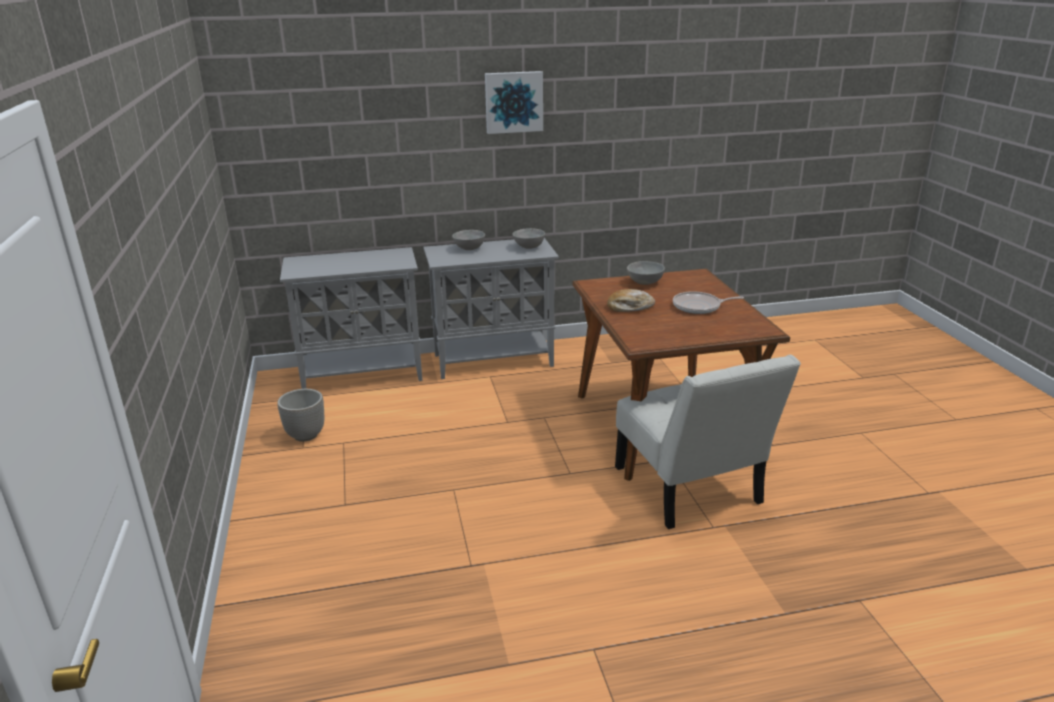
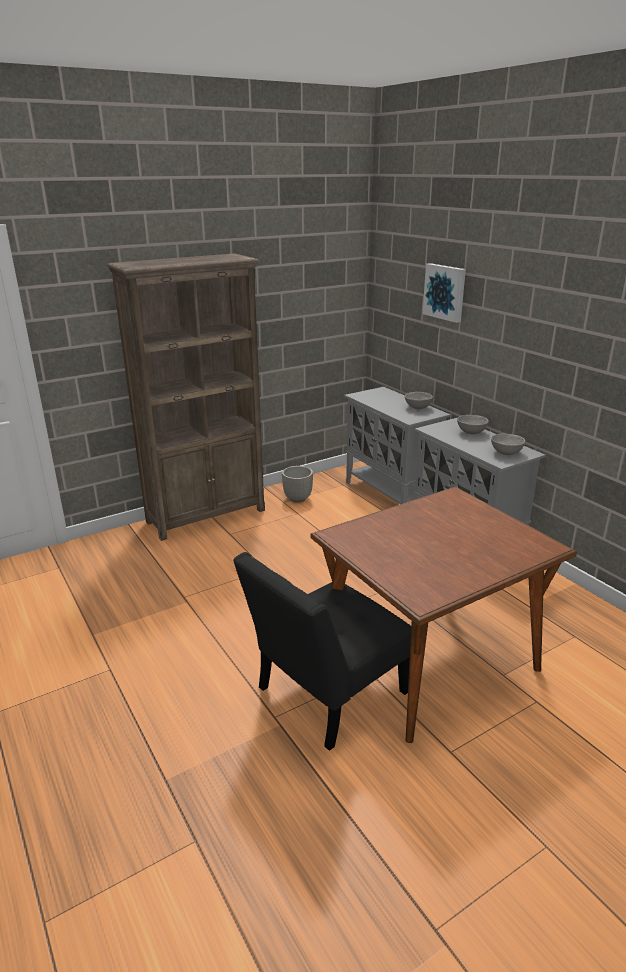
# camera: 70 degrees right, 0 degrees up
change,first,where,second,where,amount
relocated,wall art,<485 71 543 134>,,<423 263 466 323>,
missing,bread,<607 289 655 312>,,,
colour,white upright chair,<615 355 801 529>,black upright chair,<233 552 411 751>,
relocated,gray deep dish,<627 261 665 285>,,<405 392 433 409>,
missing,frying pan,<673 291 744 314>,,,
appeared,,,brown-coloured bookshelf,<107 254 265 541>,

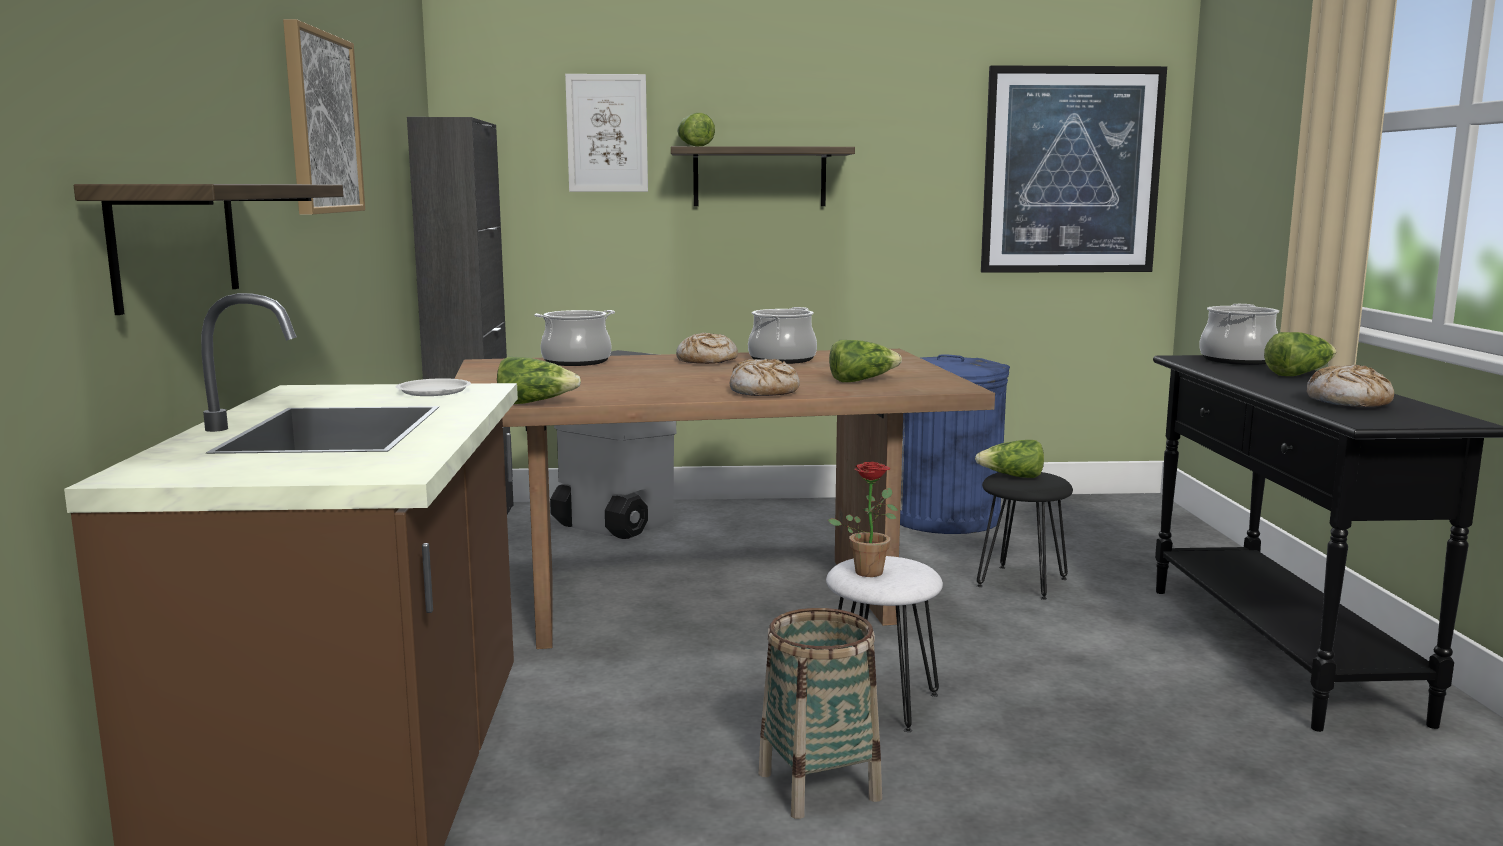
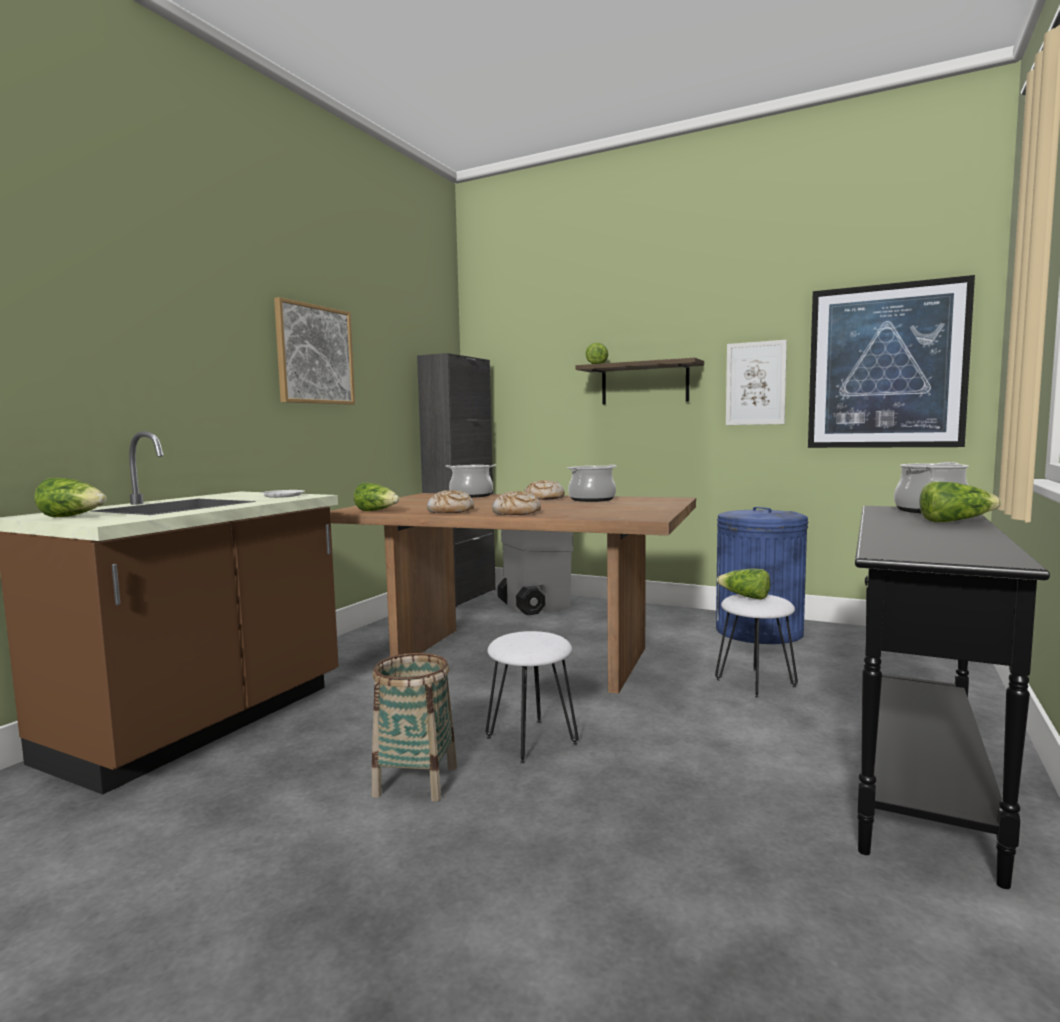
# camera: 30 degrees right, 5 degrees down
change,first,where,second,where,amount
missing,bracket shelf,<74 184 343 315>,,,
relocated,wall art,<565 74 648 192>,,<726 340 787 425>,
missing,plant in a pot,<828 462 899 577>,,,
relocated,head of lettuce,<829 340 902 382>,,<34 478 107 517>,
colour,black sitting stool,<977 472 1073 600>,white sitting stool,<715 594 798 698>,
relocated,bread,<1307 365 1394 407>,,<427 490 474 513>,

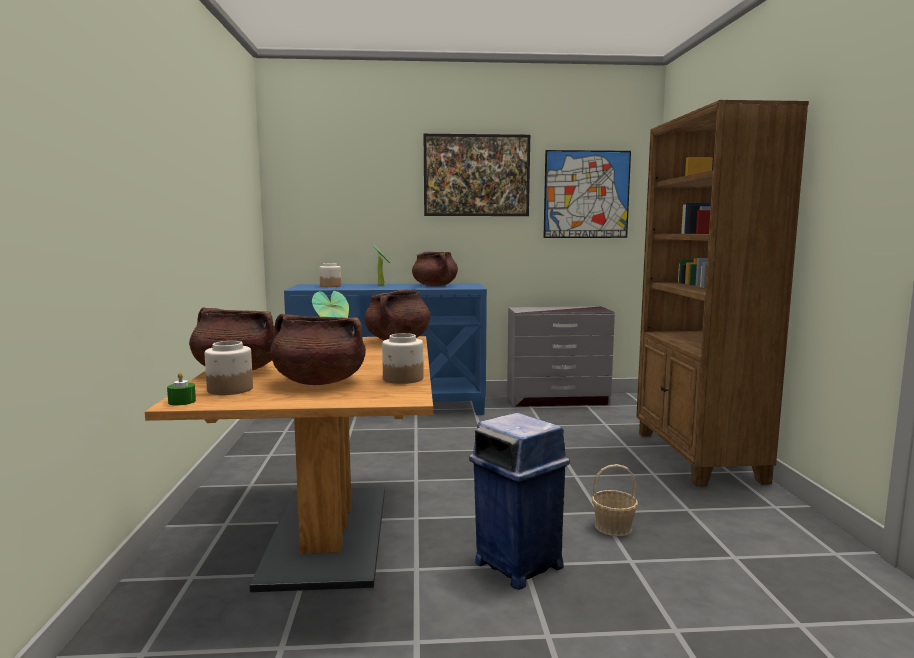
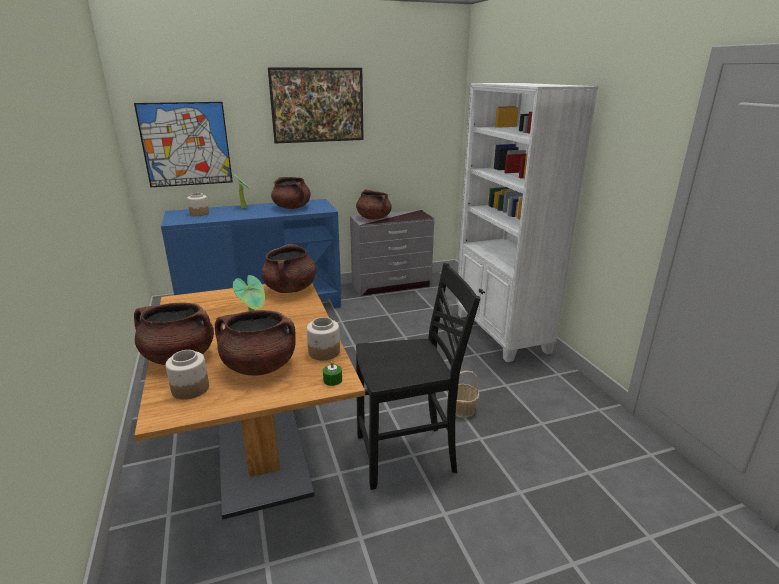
# camera: 15 degrees left, 15 degrees up
change,first,where,second,where,amount
relocated,green-coloured wax light,<167 372 196 406>,,<323 361 342 386>,
exchanged,bluish waste bin,<469 413 570 590>,black upright chair,<356 263 480 490>,
relocated,wall art,<543 150 631 238>,,<134 102 233 187>,
colour,brown-coloured bookshelf,<636 100 809 486>,white bookshelf,<456 83 598 362>,
appeared,,,brown-coloured saucepot,<356 190 392 219>,

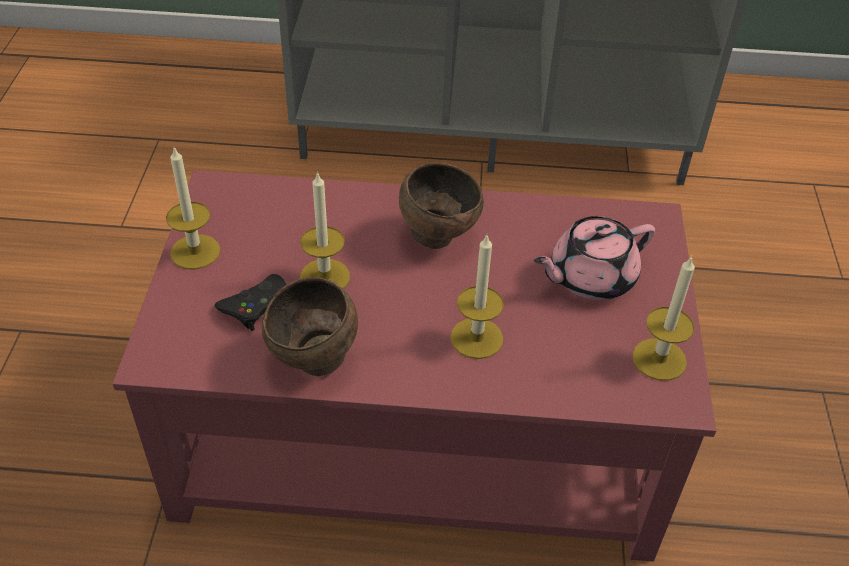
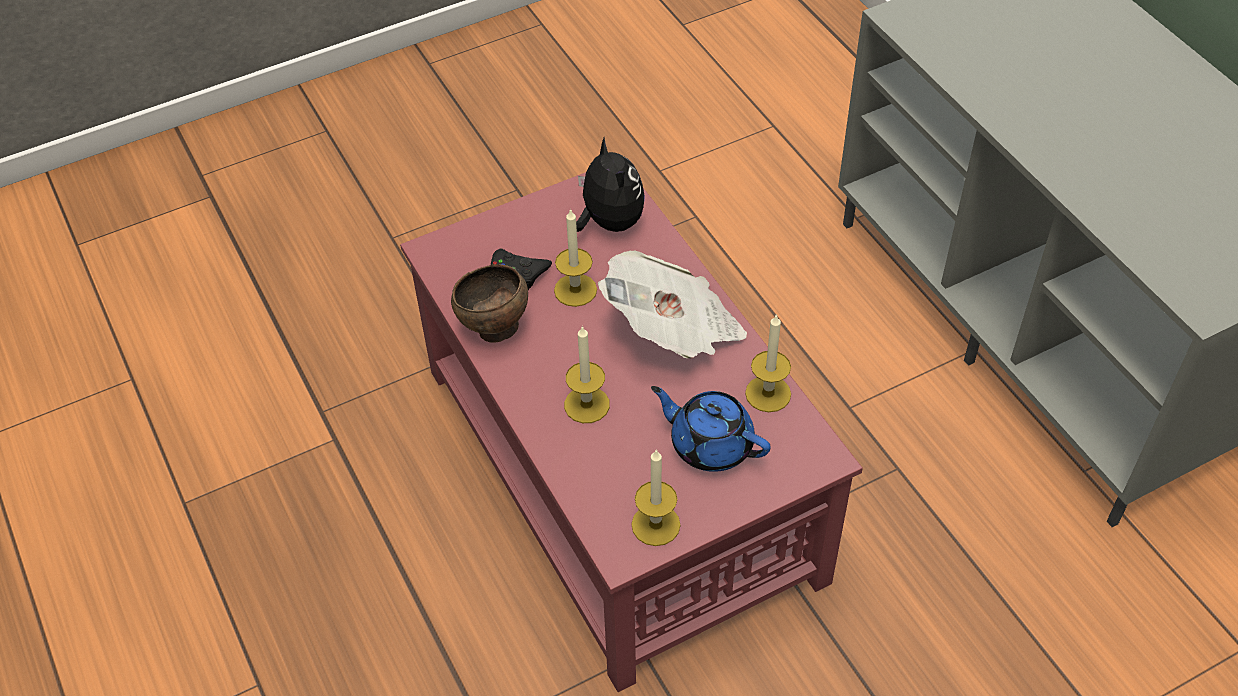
# camera: 60 degrees right, 5 degrees up
change,first,where,second,where,amount
relocated,wax light,<166 147 220 269>,,<745 314 791 412>,
exchanged,brown-coloured deep dish,<399 162 484 249>,daily paper,<598 250 747 359>,
colour,pink pot for tea,<534 216 655 300>,bluish pot for tea,<651 386 771 472>,
appeared,,,plush toy,<576 137 645 232>,

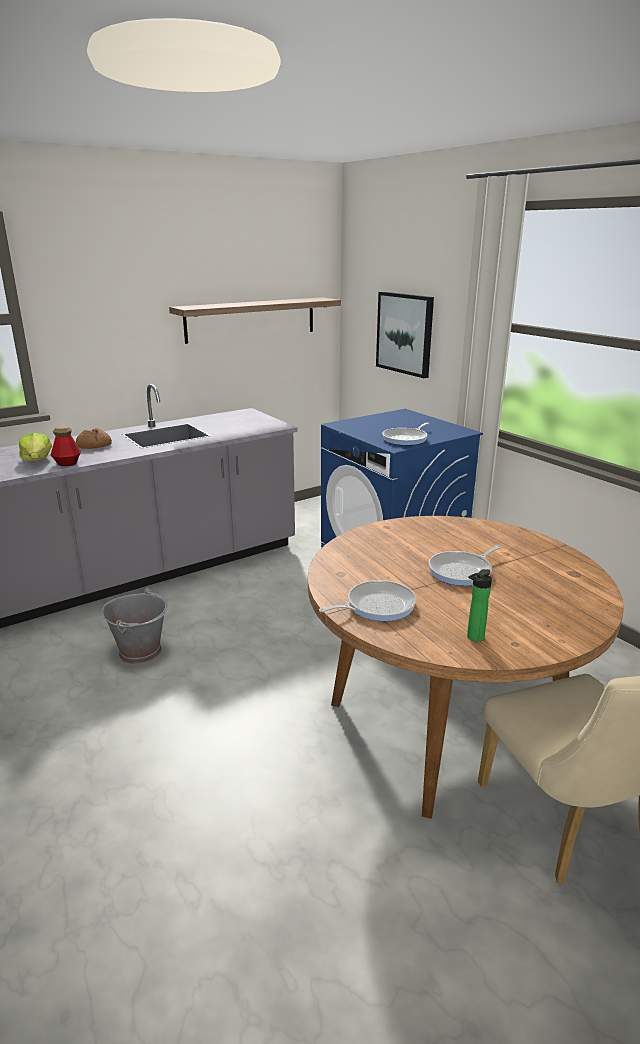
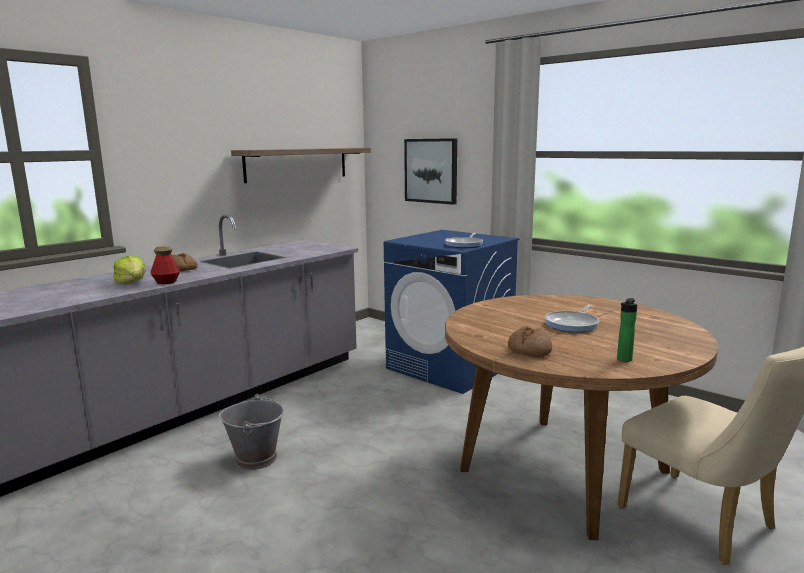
# camera: 15 degrees left, 10 degrees down
change,first,where,second,where,amount
exchanged,frying pan,<319 580 416 621>,bread,<508 326 552 357>,

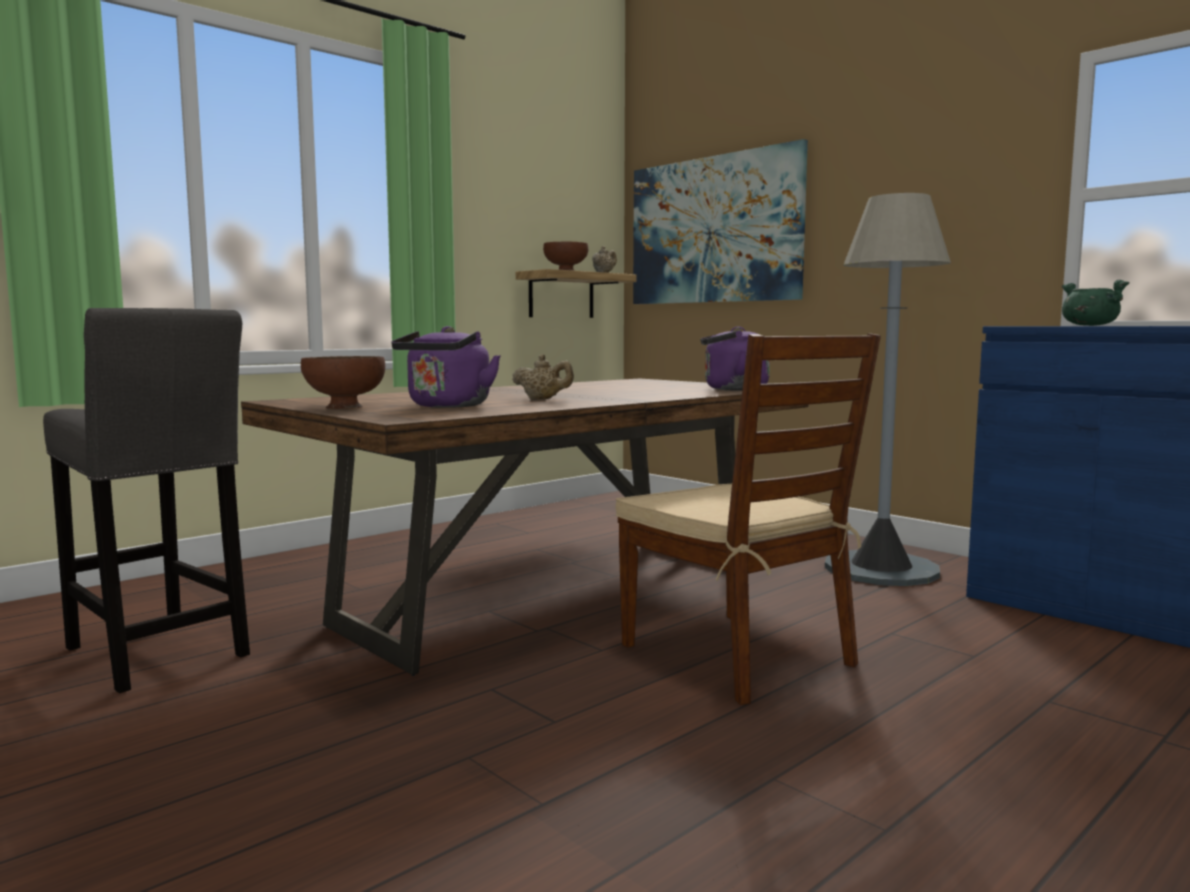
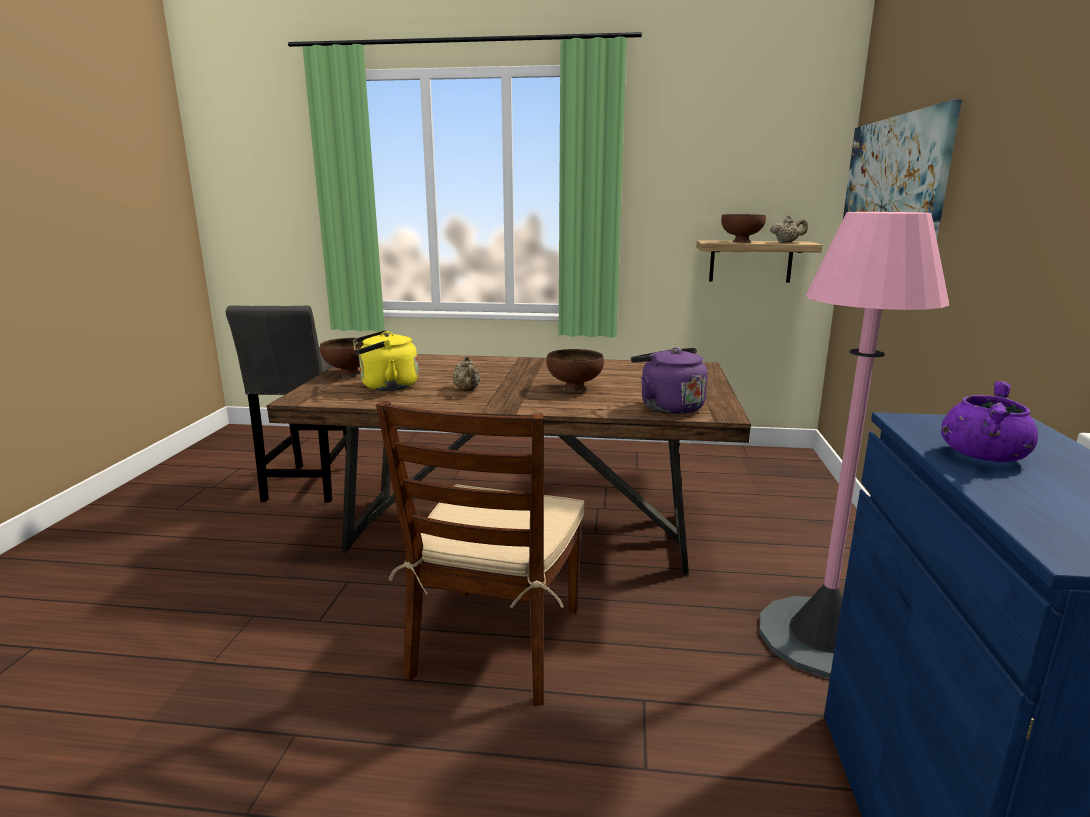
# camera: 50 degrees right, 10 degrees up
change,first,where,second,where,amount
colour,purple-coloured kettle,<392 326 500 408>,yellow-coloured kettle,<353 330 419 391>,
colour,gray standard lamp,<825 193 951 586>,pink standard lamp,<759 212 949 679>,
colour,green-coloured saucepot,<1062 279 1130 326>,purple-coloured saucepot,<941 381 1038 462>,
appeared,,,brown-coloured deep dish,<546 349 604 392>,

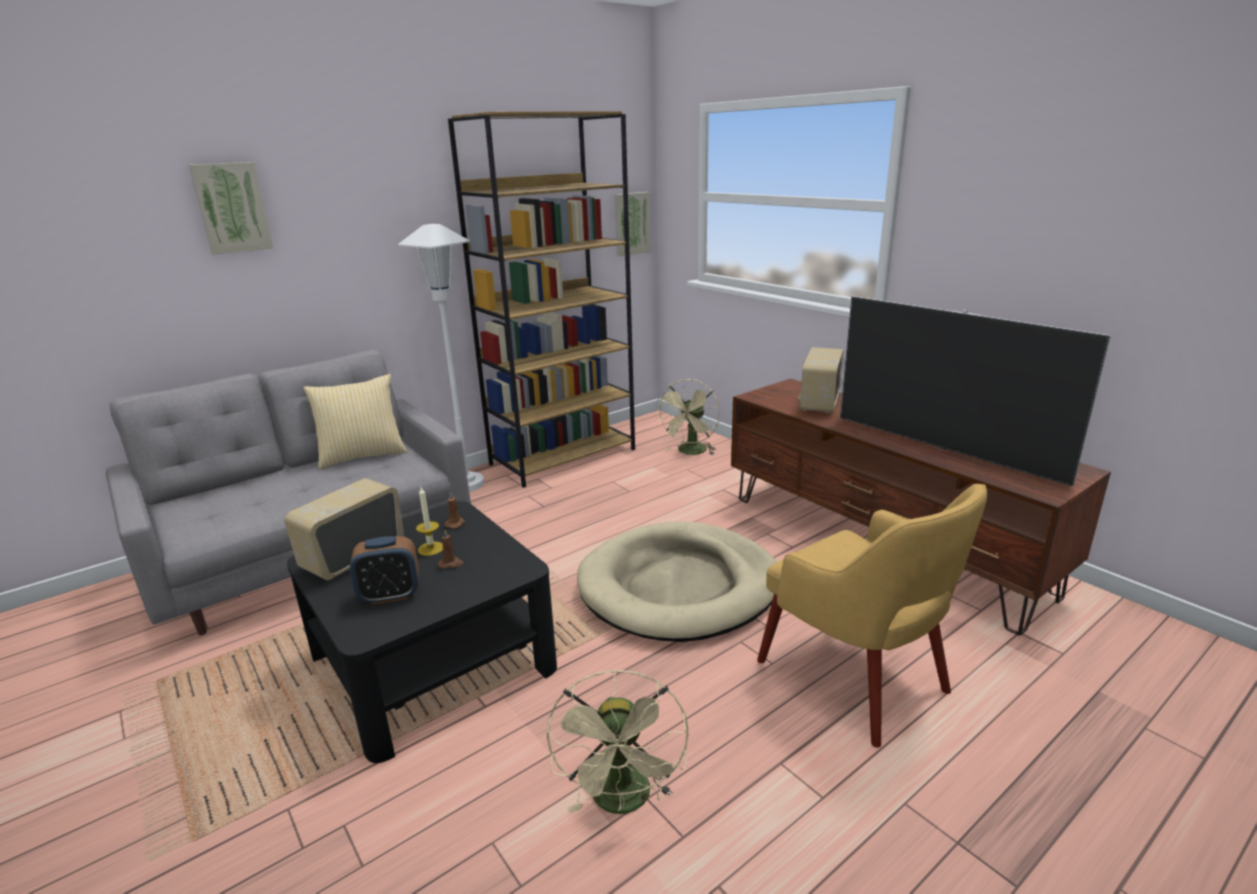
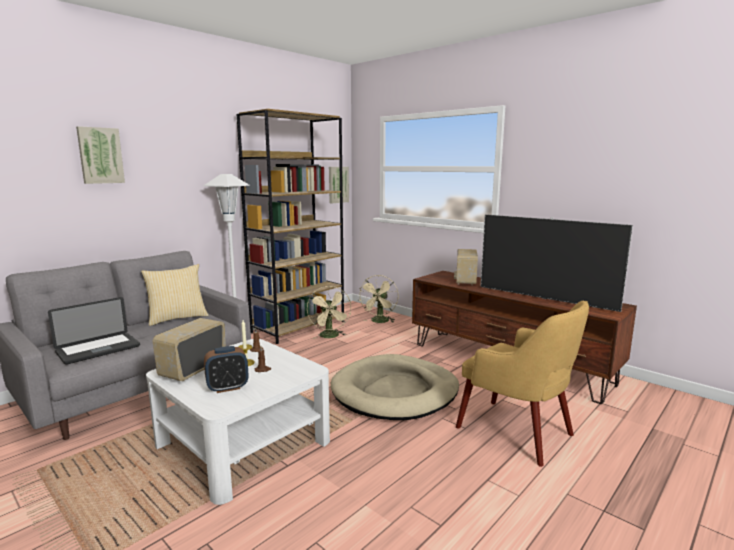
# camera: 10 degrees left, 10 degrees down
change,first,where,second,where,amount
colour,black coffee table,<287 501 557 763>,white coffee table,<146 339 330 505>,
relocated,beige electric fan,<547 669 689 814>,,<307 286 351 339>,
appeared,,,notebook computer,<48 297 140 365>,

